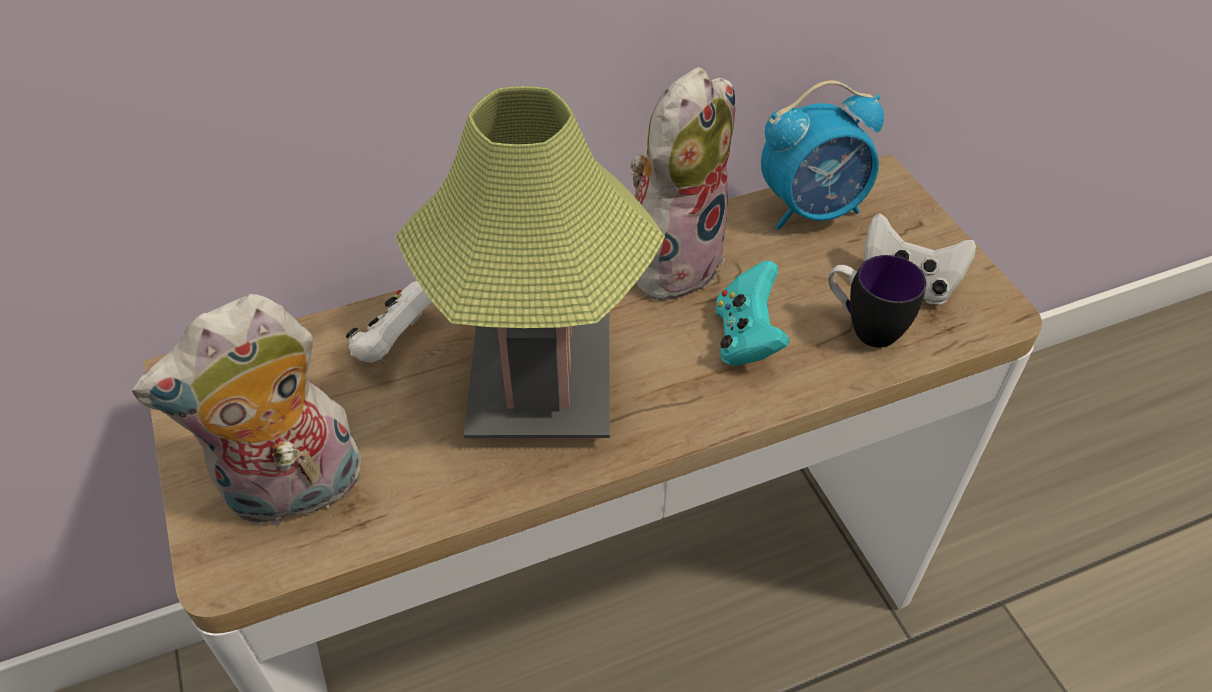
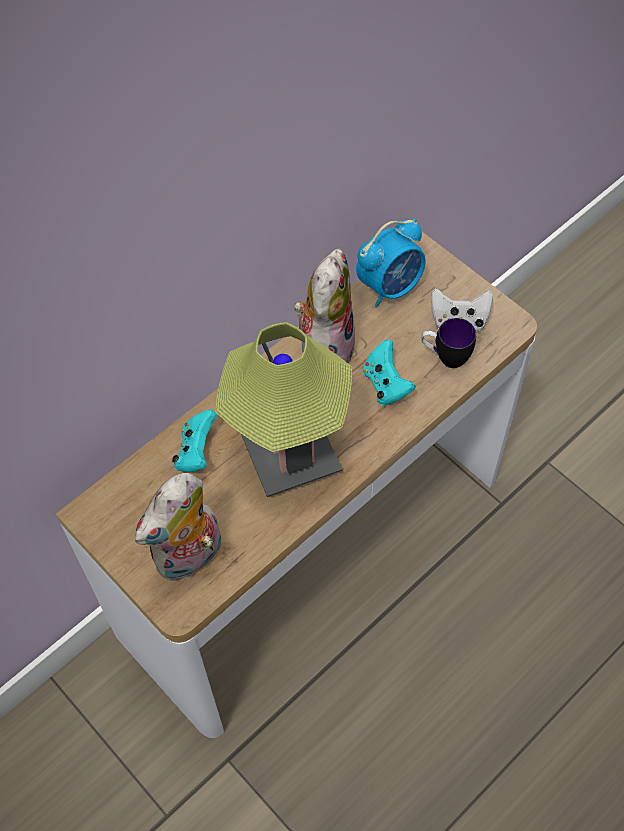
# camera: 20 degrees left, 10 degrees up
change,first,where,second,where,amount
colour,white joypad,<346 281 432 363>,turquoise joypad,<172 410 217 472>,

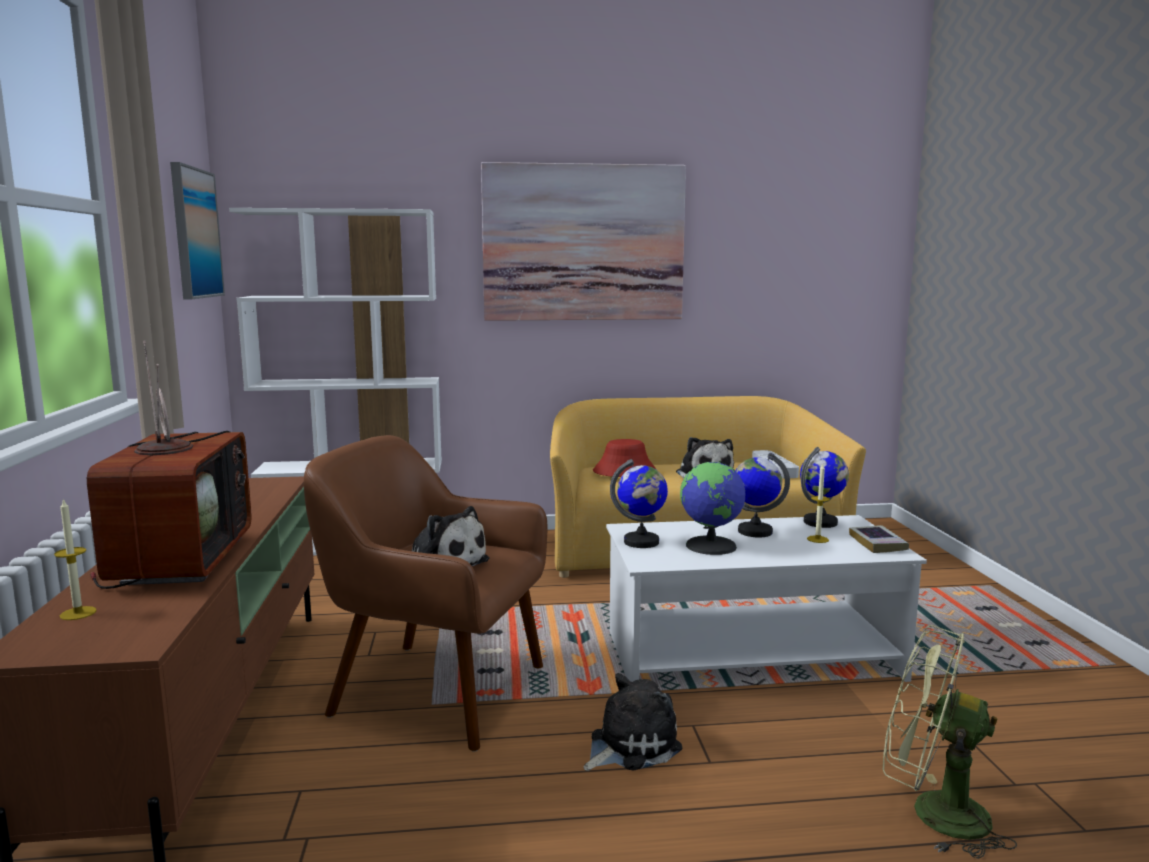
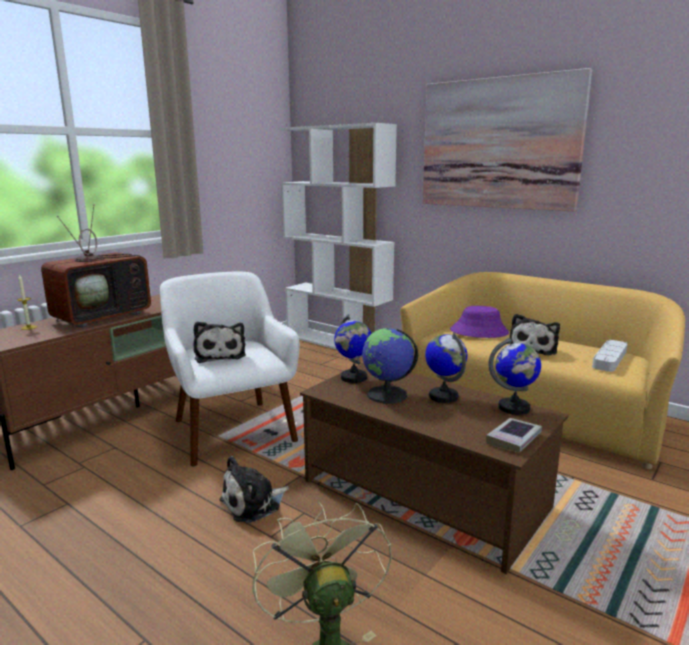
# camera: 45 degrees right, 5 degrees up
change,first,where,second,where,amount
missing,wall art,<170 162 225 299>,,,
colour,brown-coloured armchair,<304 435 548 752>,white armchair,<160 271 300 467>,
spun,plush toy,<583 673 682 771>,,<219 456 289 523>,135 degrees clockwise
colour,reddish hat,<593 439 656 477>,purple-coloured hat,<450 306 509 338>,
colour,white coffee table,<606 515 927 682>,brown-coloured coffee table,<300 362 569 574>,
missing,wax light,<807 464 830 543>,,,

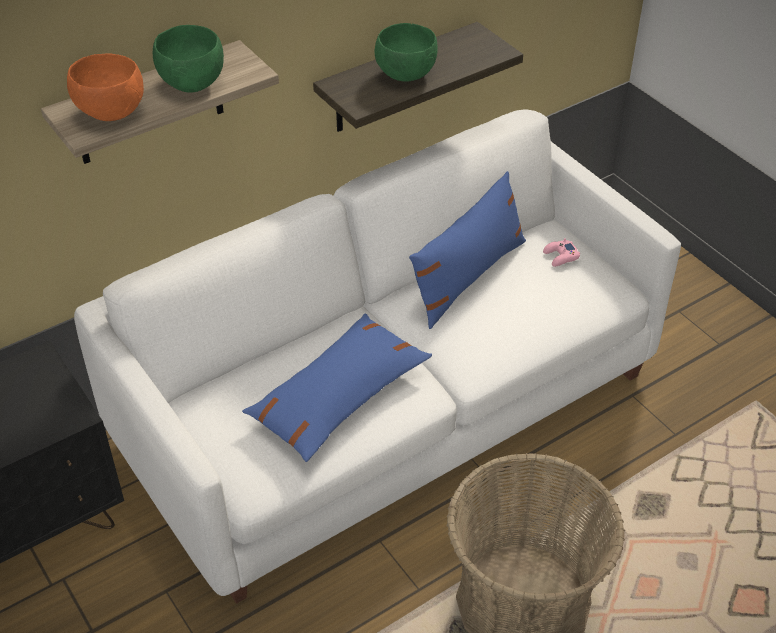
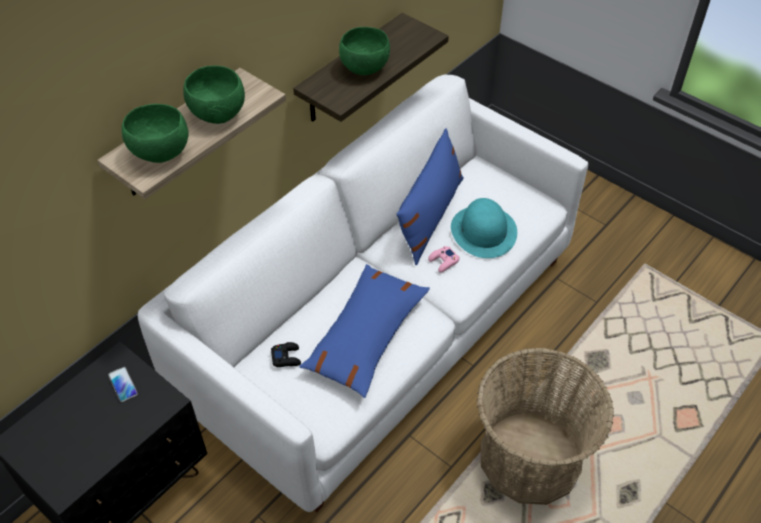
# camera: 15 degrees left, 5 degrees up
change,first,where,second,where,amount
colour,orangey deep dish,<67 54 144 121>,green-coloured deep dish,<122 104 189 163>,
relocated,pink joypad,<543 238 580 267>,,<428 246 460 272>,
appeared,,,handset,<108 367 138 402>,
appeared,,,black joypad,<271 342 301 367>,
appeared,,,turquoise hat,<451 198 517 258>,

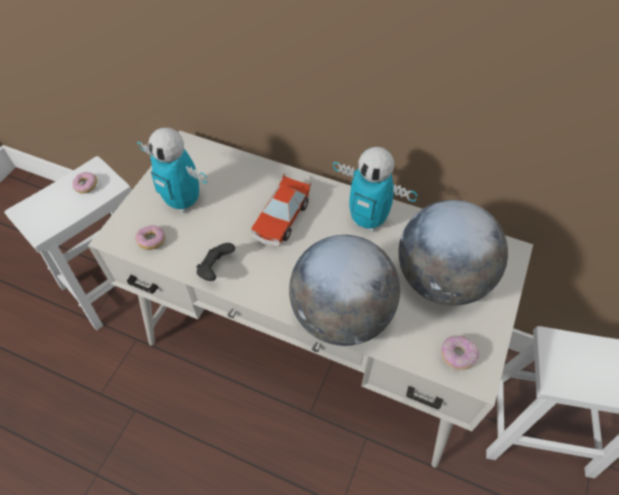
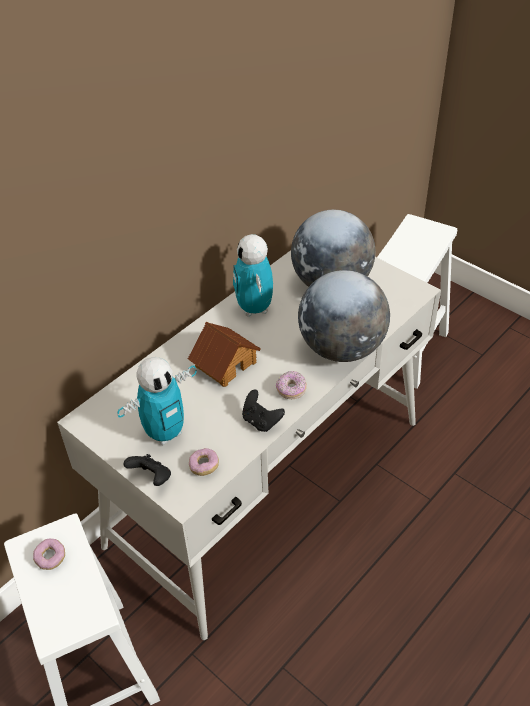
# camera: 70 degrees left, 10 degrees down
change,first,where,second,where,amount
exchanged,toy car,<251 173 311 247>,model house,<188 322 261 387>,
spun,robot figure,<333 147 417 232>,,<233 234 273 317>,120 degrees clockwise
relocated,donut,<442 335 479 370>,,<276 371 307 399>,
appeared,,,black joypad,<124 454 171 486>,

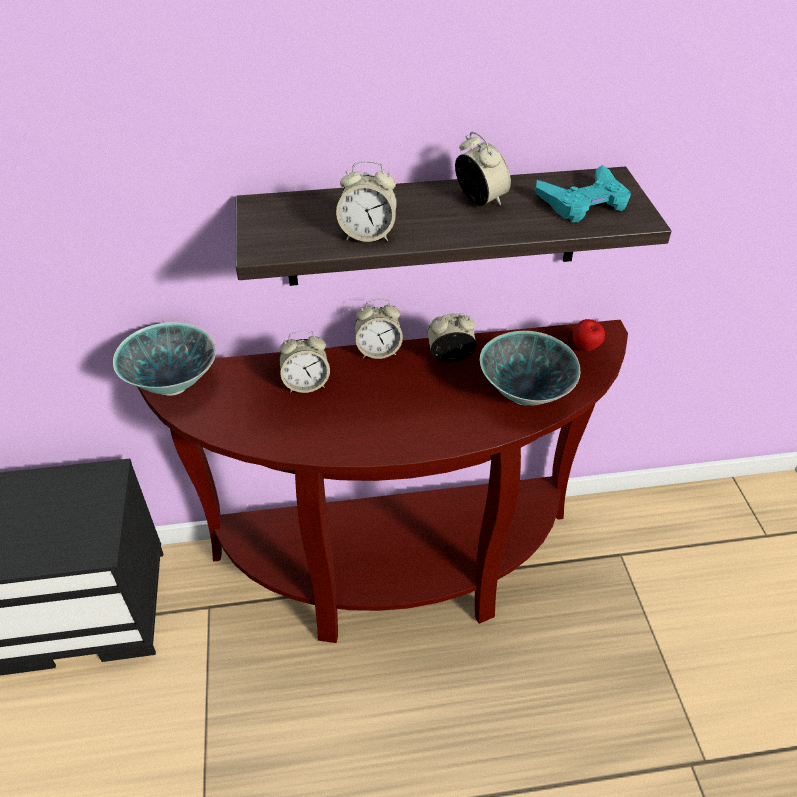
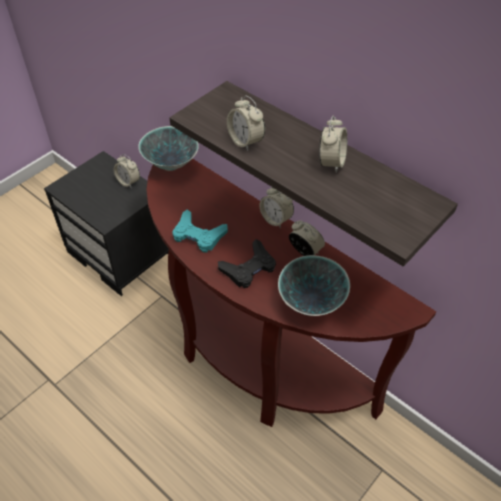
# camera: 50 degrees right, 5 degrees up
change,first,where,second,where,amount
relocated,alarm clock,<279 330 330 393>,,<113 154 140 187>,
relocated,turquoise joypad,<535 165 631 222>,,<172 209 228 253>,
missing,apple,<573 319 605 351>,,,
appeared,,,black joypad,<218 239 276 288>,

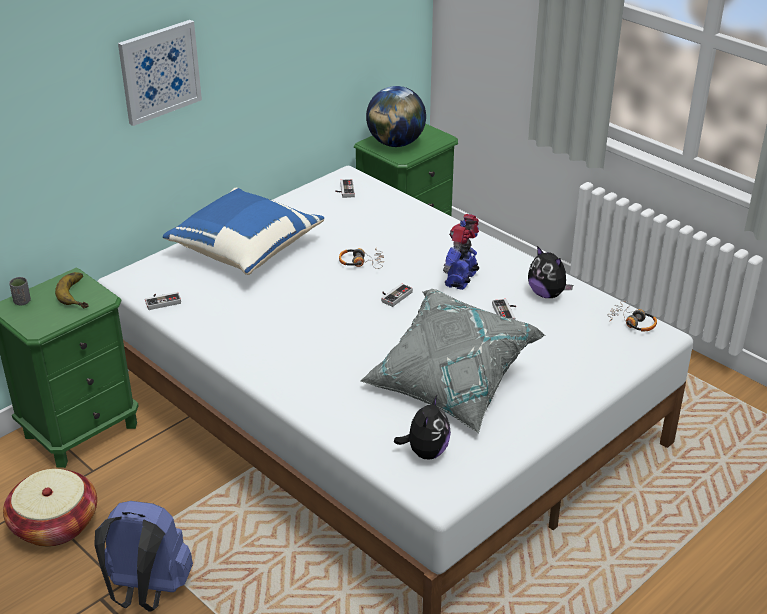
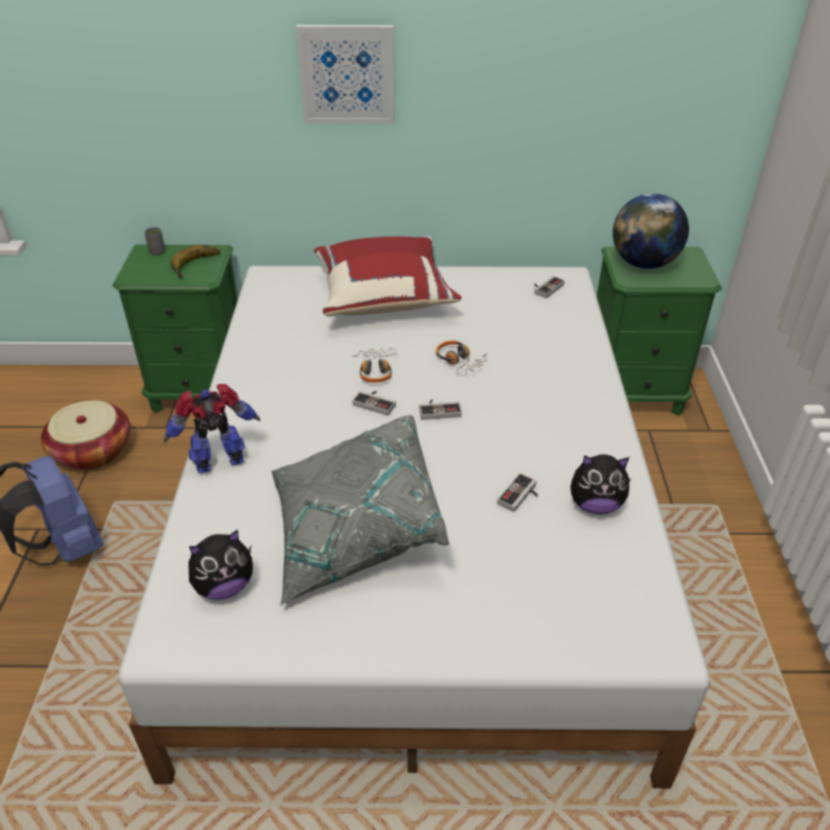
# camera: 45 degrees right, 5 degrees up
change,first,where,second,where,amount
relocated,joypad,<145 292 181 310>,,<352 391 396 416>,
colour,bluish throw pillow,<163 188 324 275>,reddish throw pillow,<314 236 461 316>,
relocated,robot figure,<443 214 479 290>,,<164 384 260 474>,
spun,plush toy,<528 246 573 298>,,<570 454 631 515>,90 degrees counterclockwise
relocated,headset,<607 301 657 331>,,<354 348 397 383>,

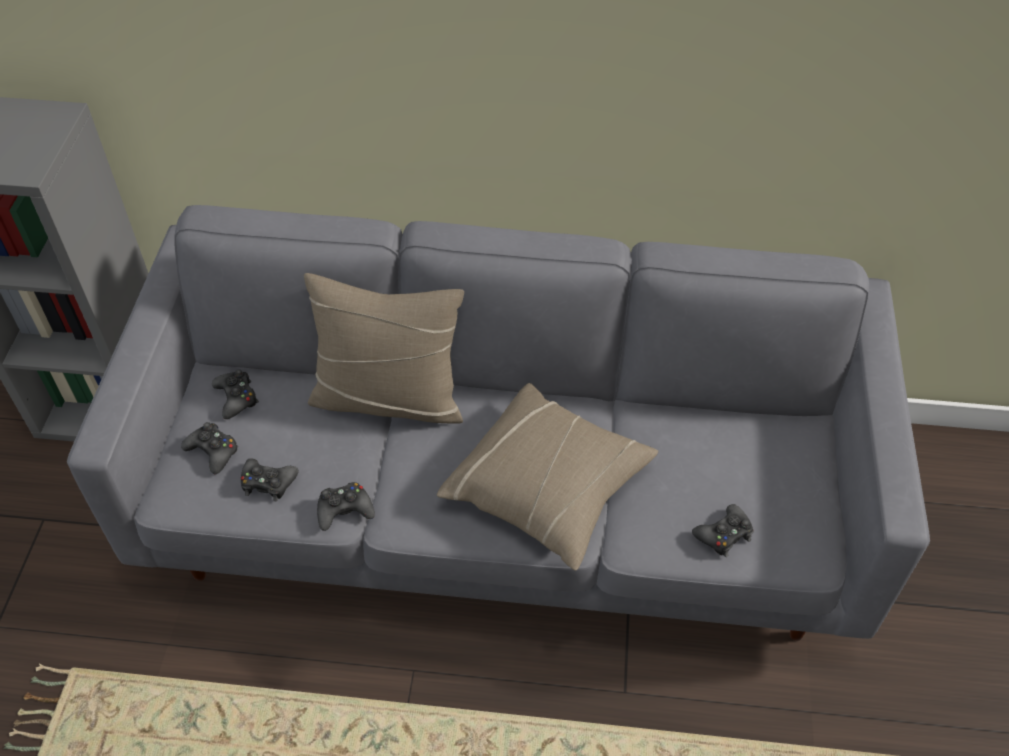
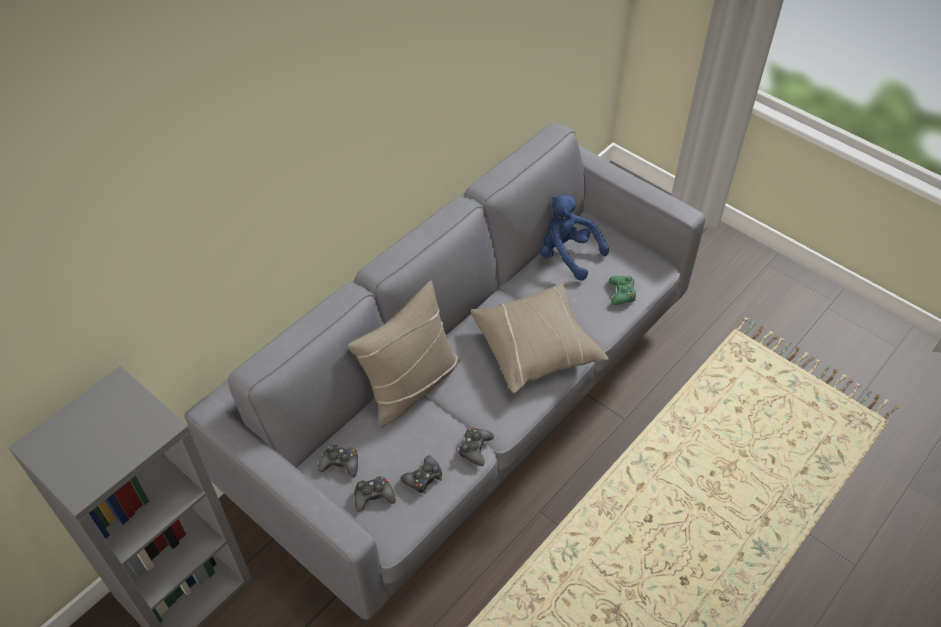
# camera: 55 degrees left, 0 degrees up
change,first,where,second,where,amount
colour,black joypad,<692 504 754 557>,green-coloured joypad,<609 276 636 305>,
appeared,,,bluish plush toy,<539 195 609 281>,

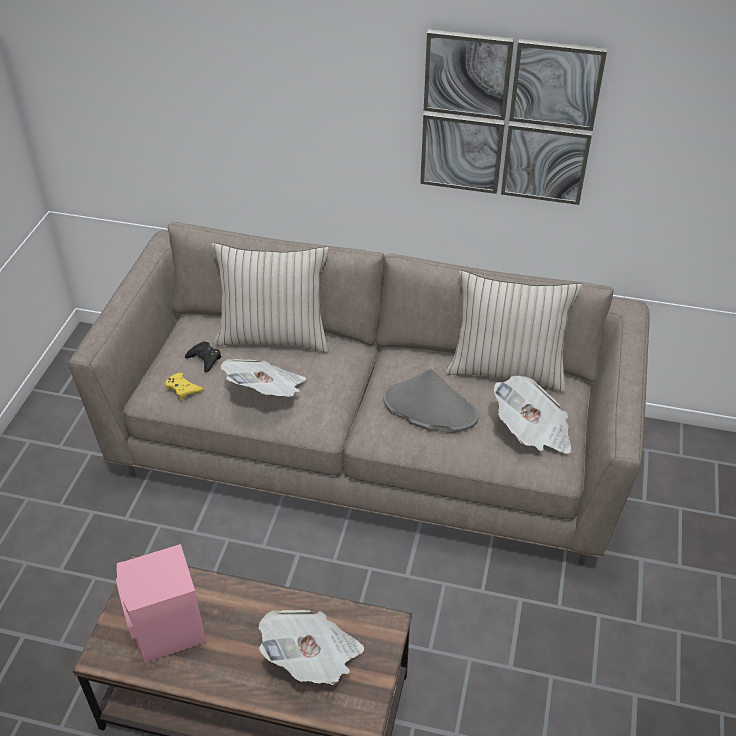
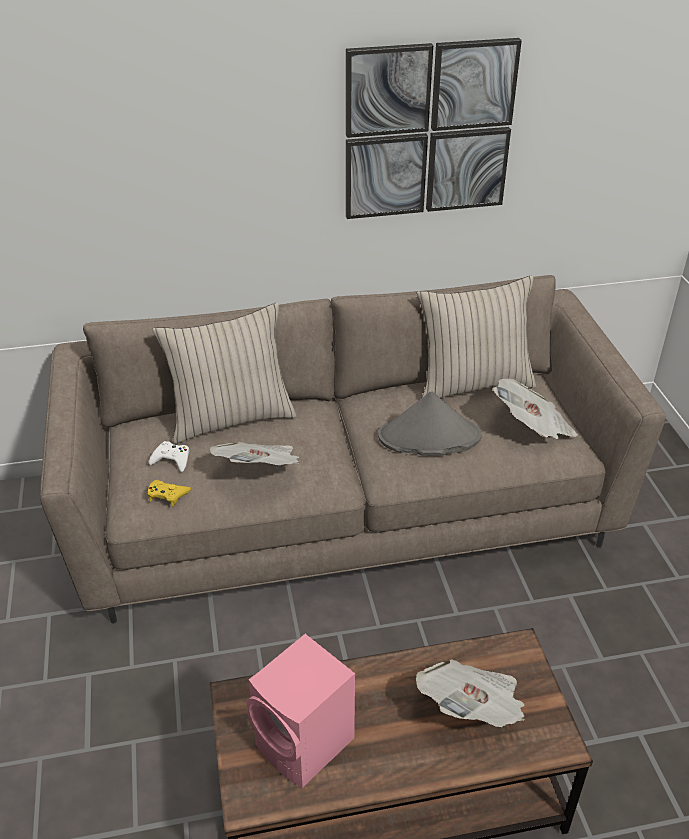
# camera: 25 degrees left, 5 degrees down
change,first,where,second,where,amount
colour,black joypad,<185 341 221 372>,white joypad,<149 441 189 472>,

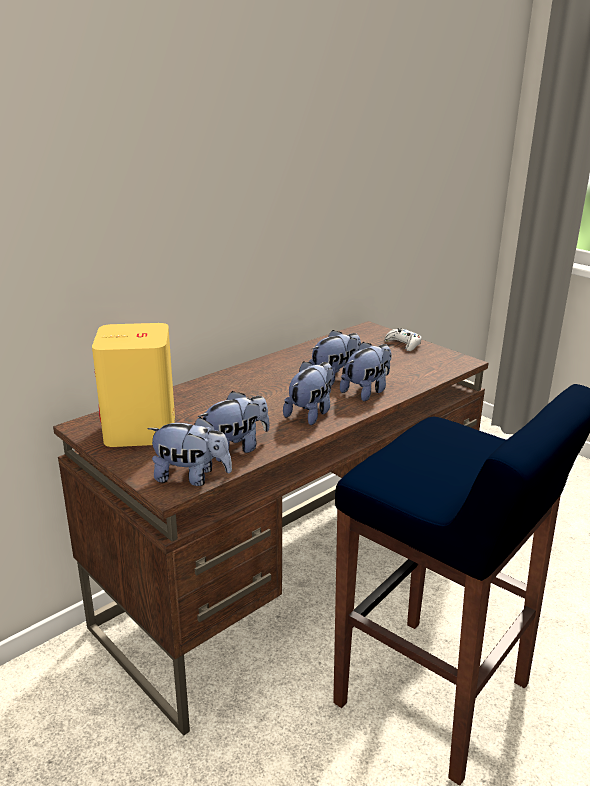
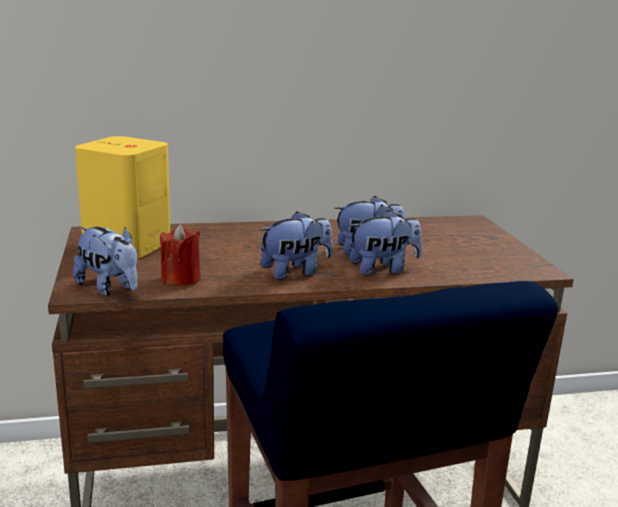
# camera: 30 degrees right, 5 degrees down
change,first,where,second,where,amount
exchanged,plush toy,<198 391 269 462>,reddish wax light,<160 224 201 286>,
missing,white joypad,<384 328 422 351>,,,

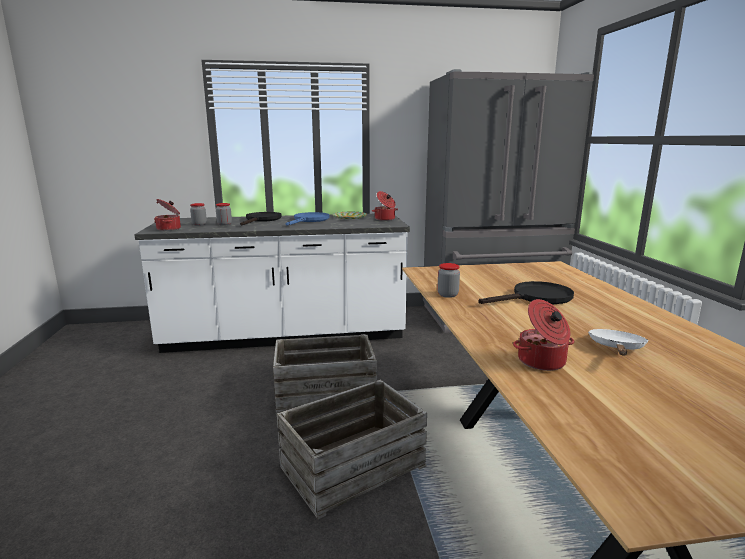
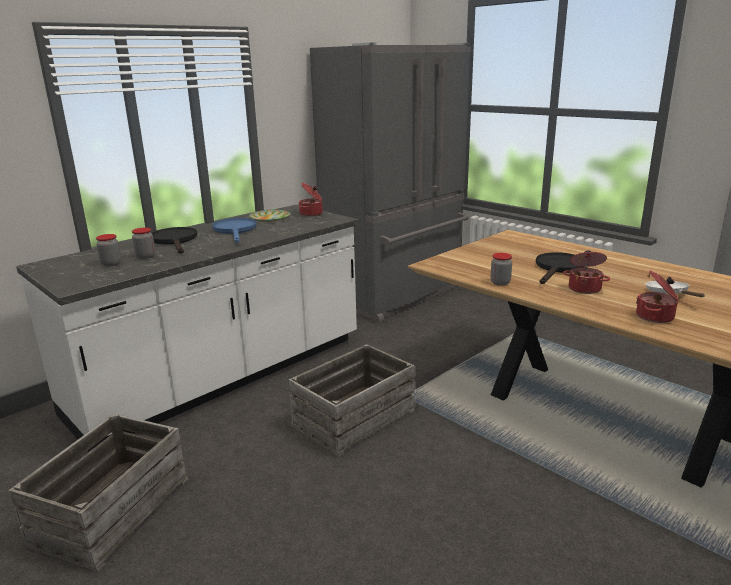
# camera: 35 degrees left, 5 degrees up
change,first,where,second,where,amount
relocated,saucepot,<154 199 181 231>,,<563 250 610 294>,
relocated,crate,<277 379 427 519>,,<8 414 188 572>,

